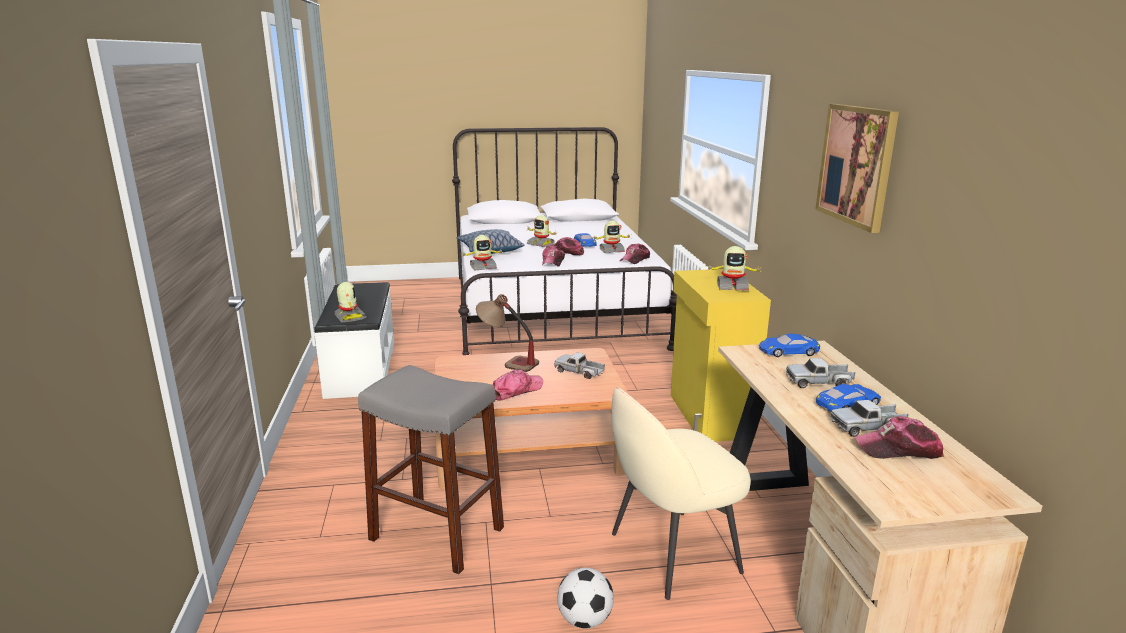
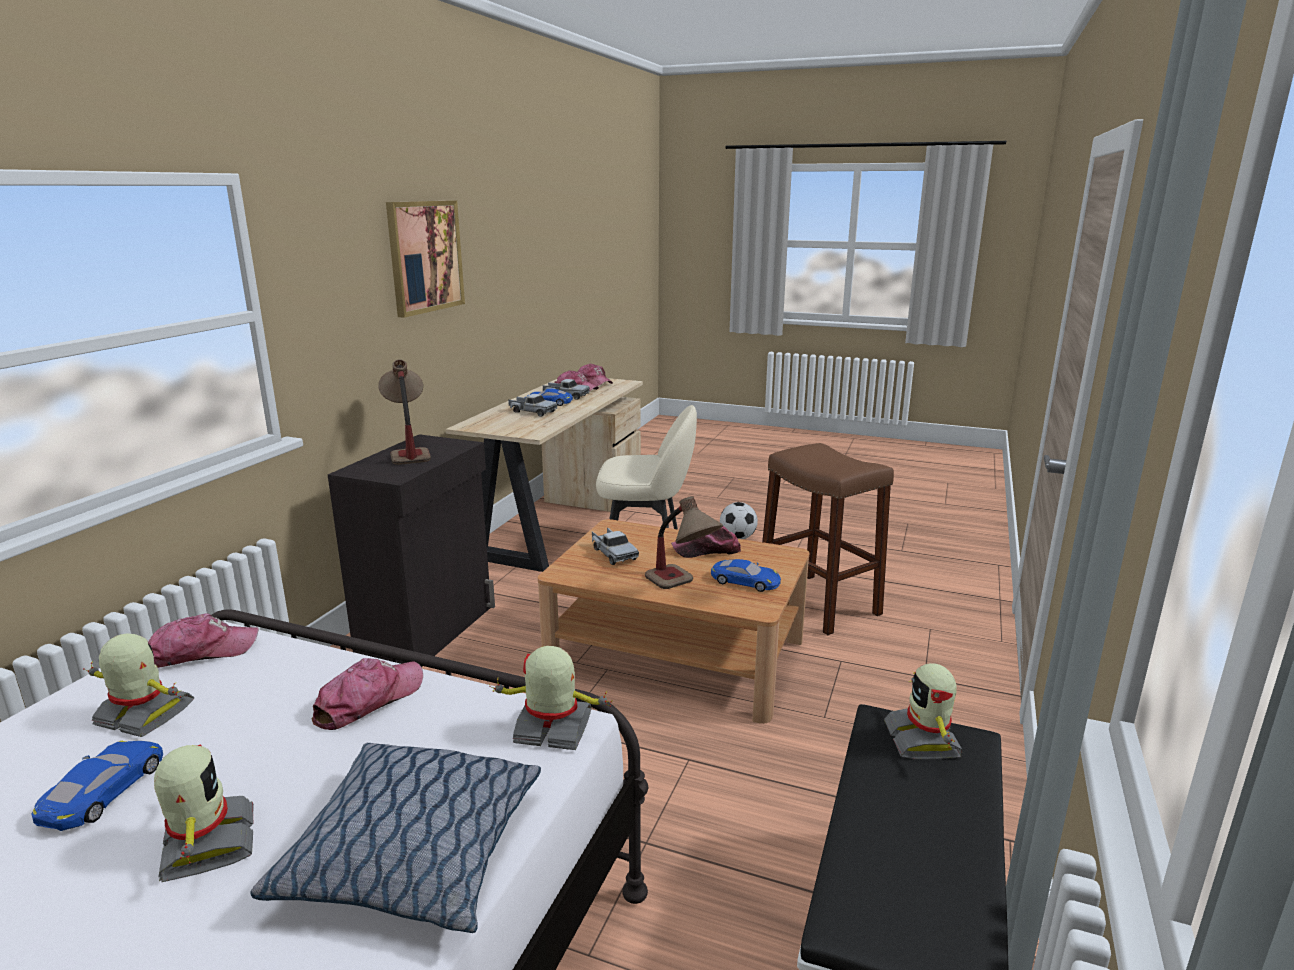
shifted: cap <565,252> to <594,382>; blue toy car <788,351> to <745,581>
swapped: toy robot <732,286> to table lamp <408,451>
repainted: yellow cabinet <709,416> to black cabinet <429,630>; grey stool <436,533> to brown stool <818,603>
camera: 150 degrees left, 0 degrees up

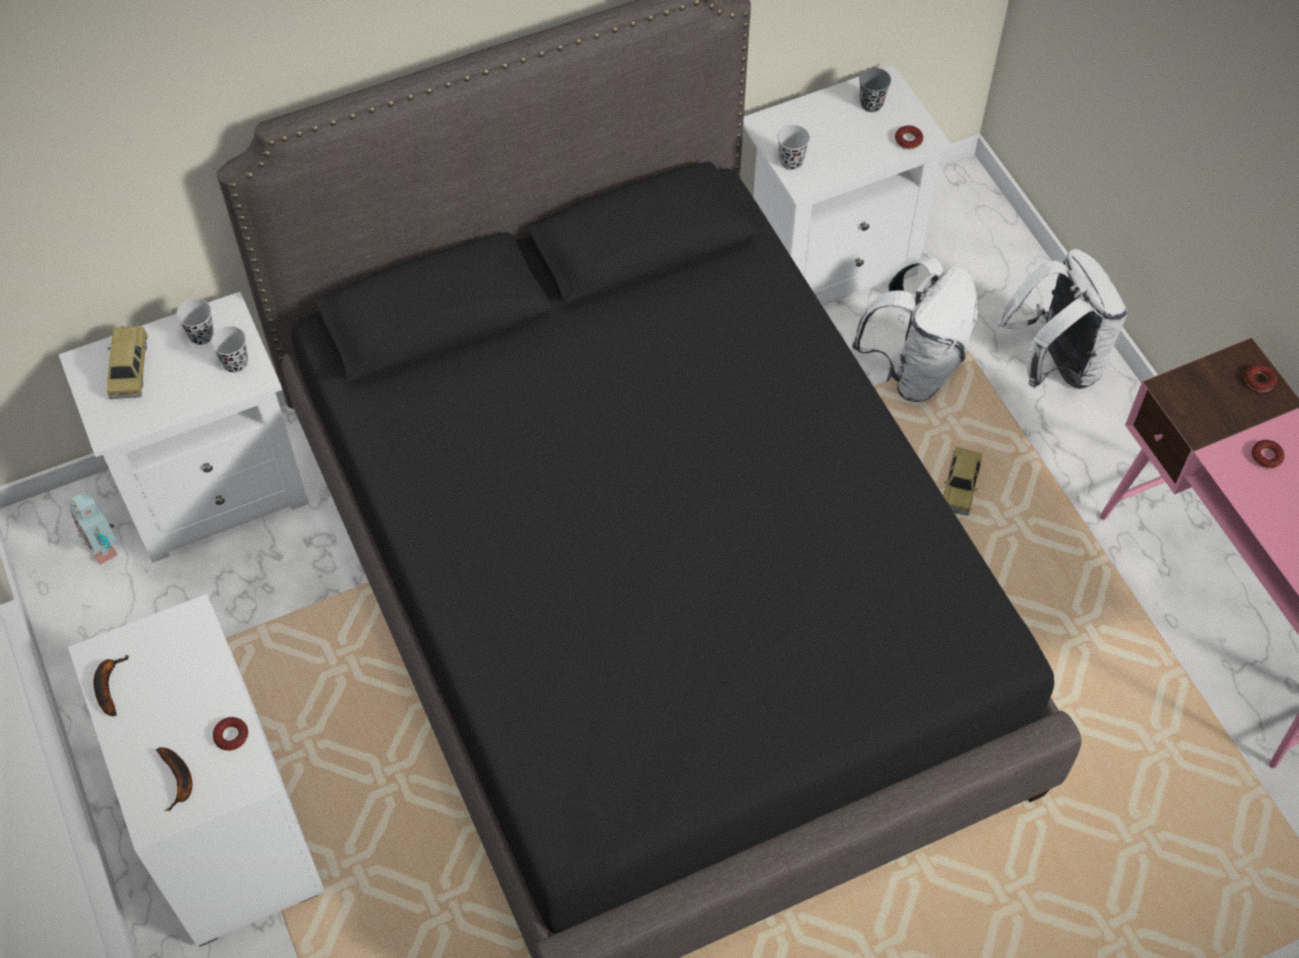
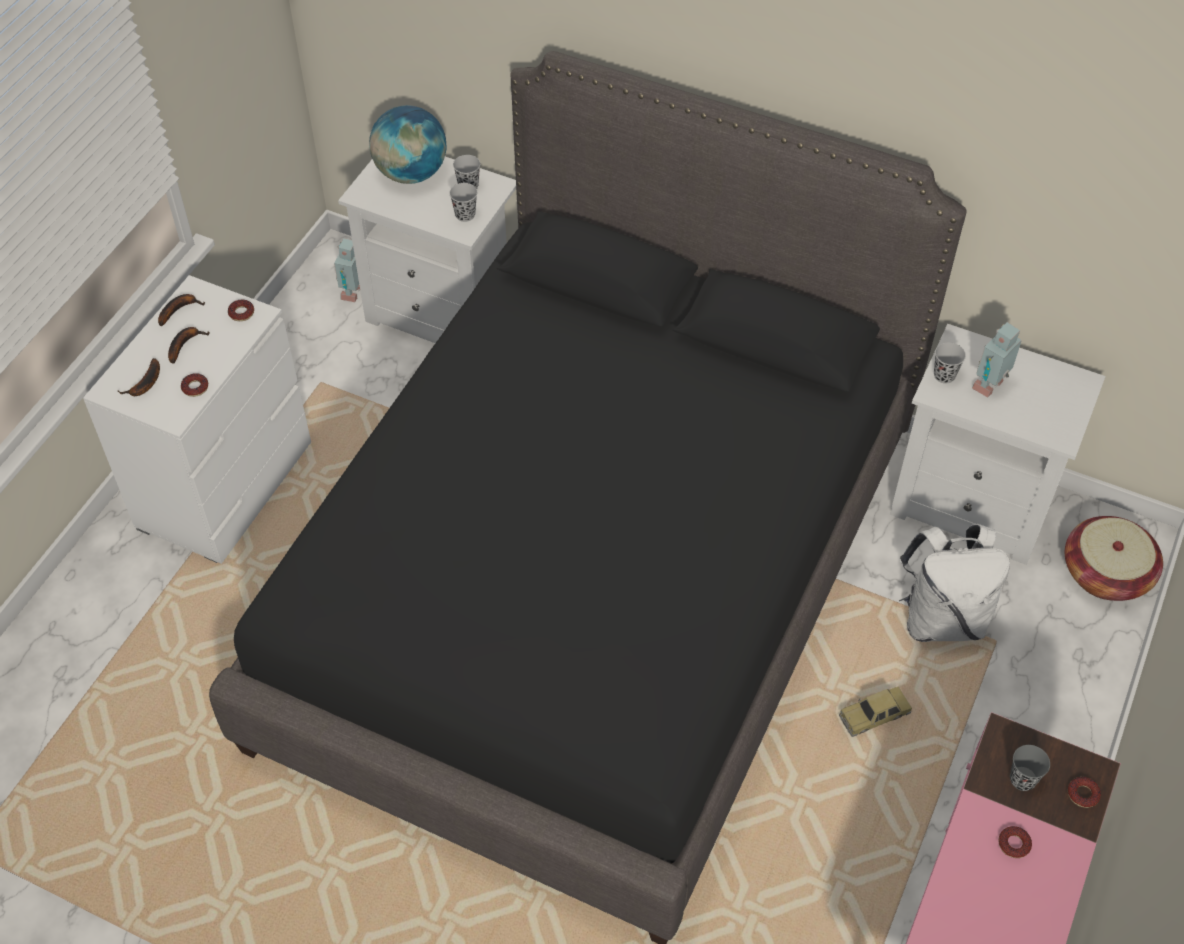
gone: white backpack <1055,363>
new: toy robot <990,386>; banana <184,344>; basket <1105,573>
shifted: grey cup <871,104> to <1022,779>; donut <908,140> to <241,313>
swapped: toy car <129,369> to globe <411,173>
camera: 50 degrees right, 5 degrees down

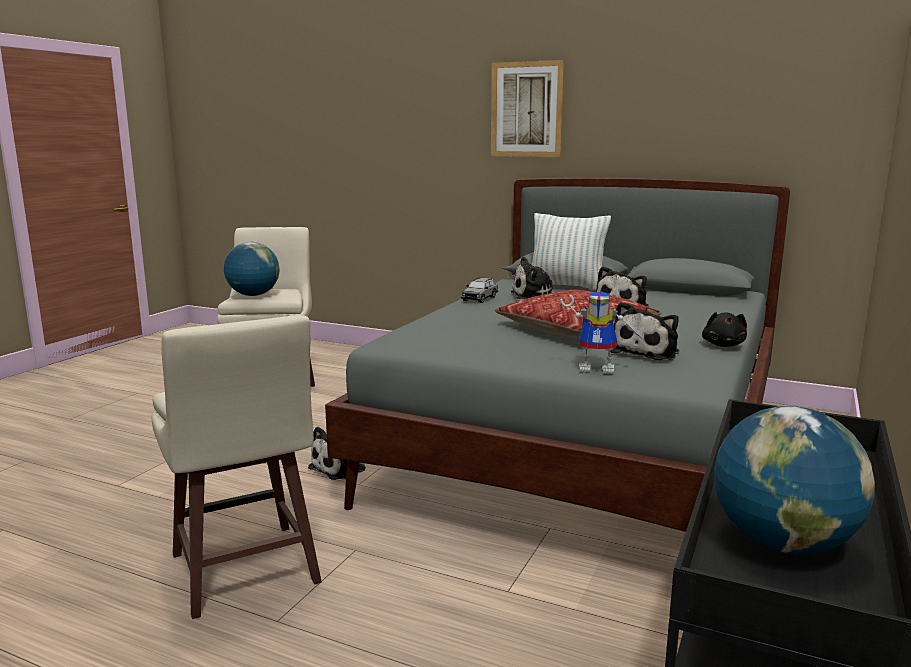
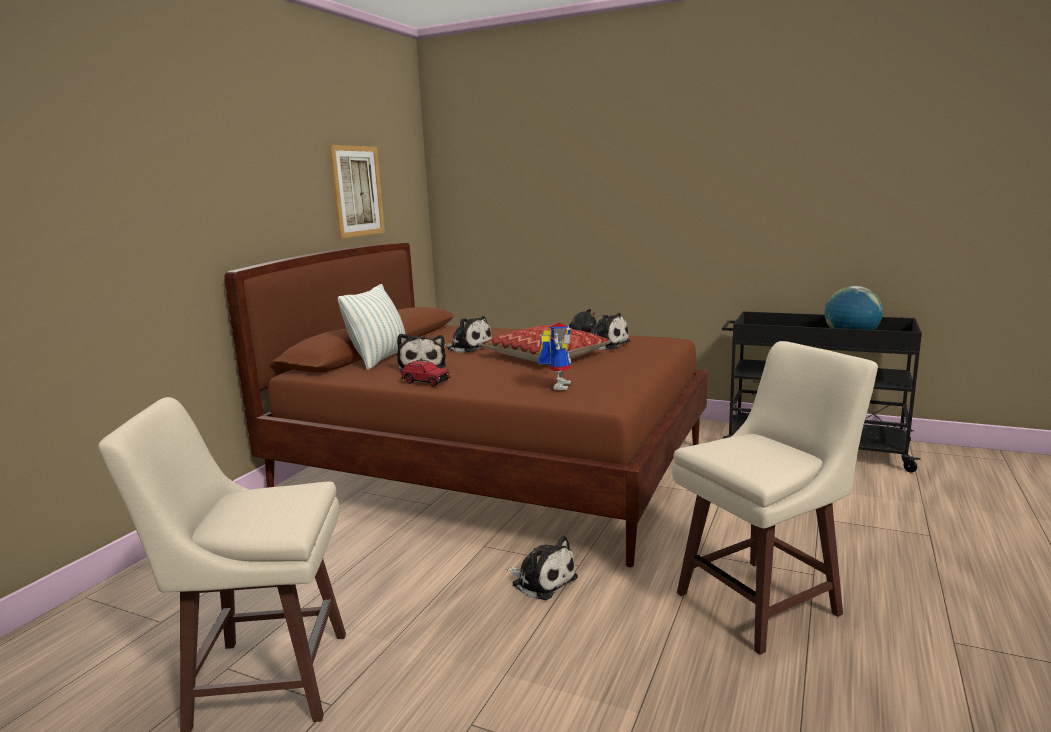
gone: globe <253,295>
shifted: picture <526,109> to <357,191>; toy robot <599,368> to <557,385>
repainted: grey bed <586,447> to brown bed <495,468>; grey toy car <479,299> to red toy car <425,382>
camera: 90 degrees left, 0 degrees up

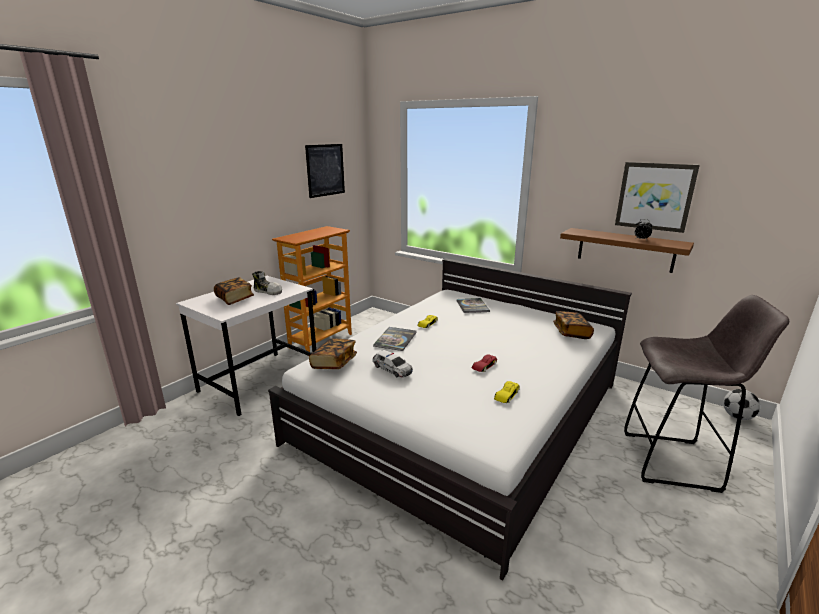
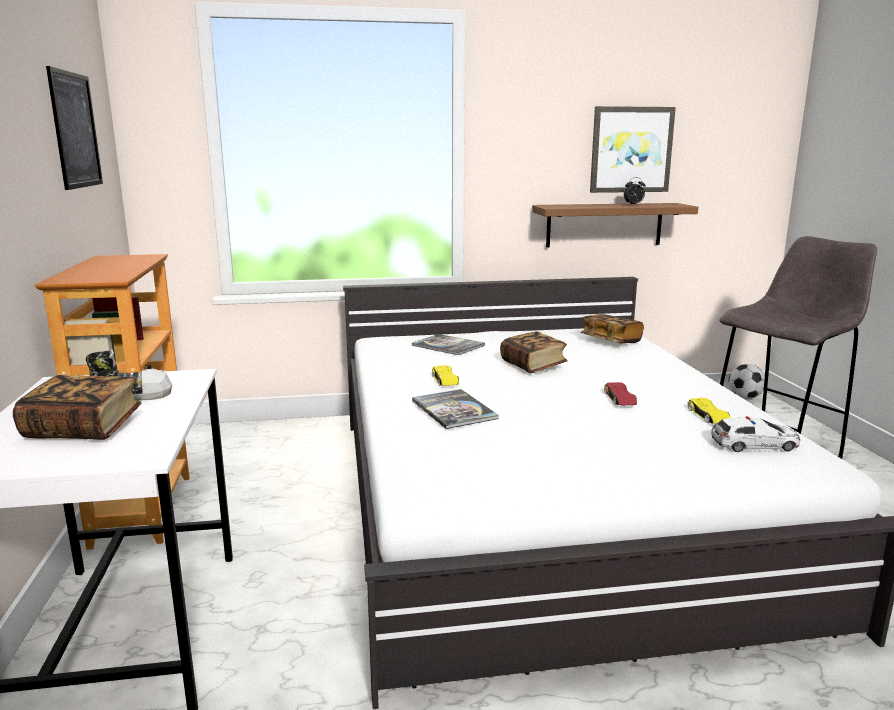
shifted: book <334,363> to <533,365>; toy car <392,369> to <754,444>
camera: 45 degrees left, 5 degrees down

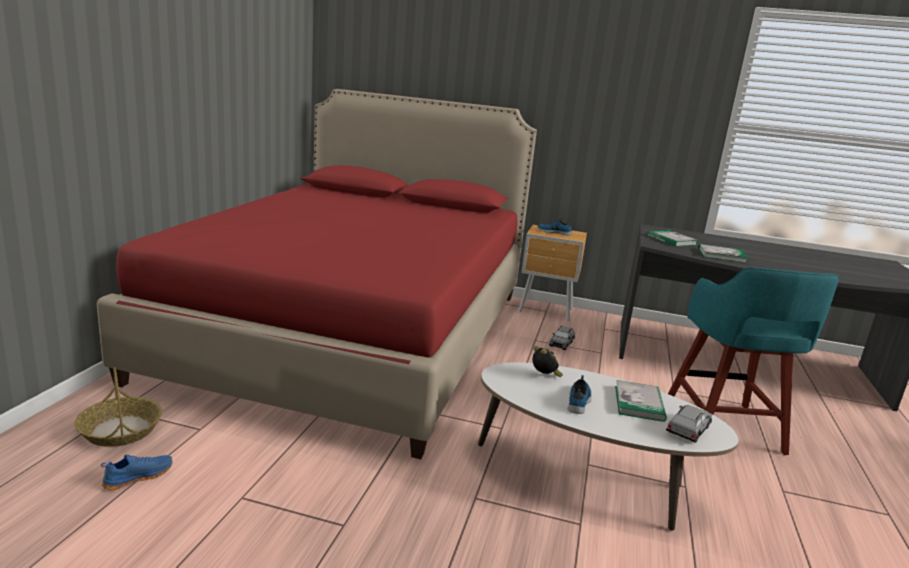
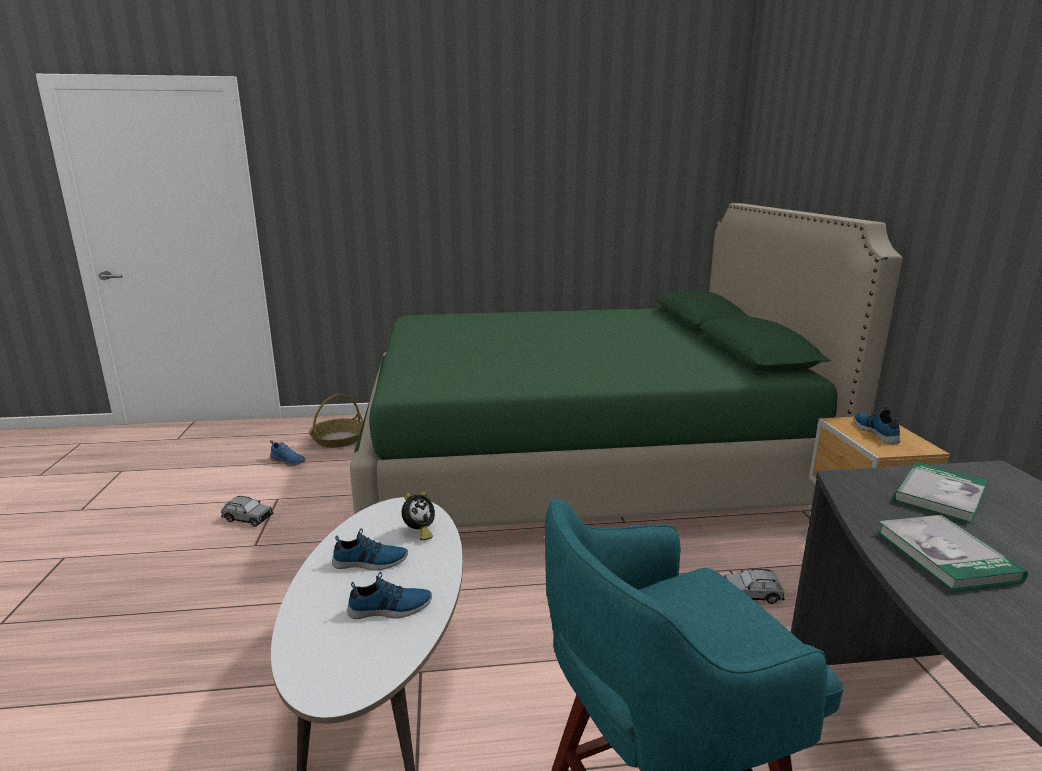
shifted: grey toy car <688,430> to <248,518>
swapped: book <639,403> to shoe <390,609>
repainted: red bed <354,332> to green bed <579,462>
camera: 70 degrees right, 0 degrees up

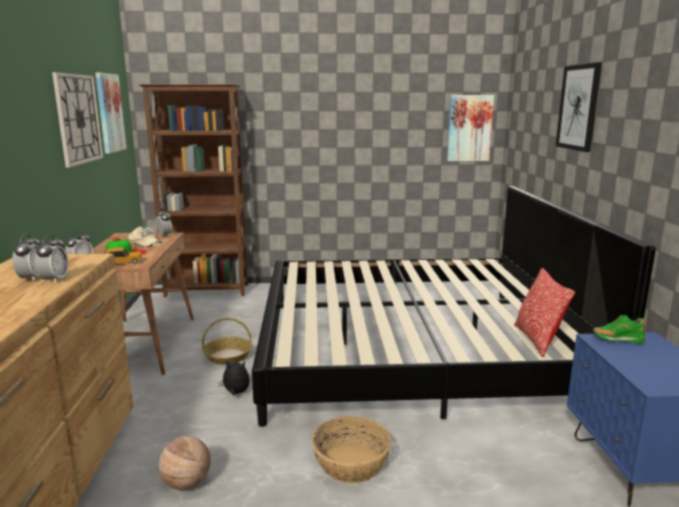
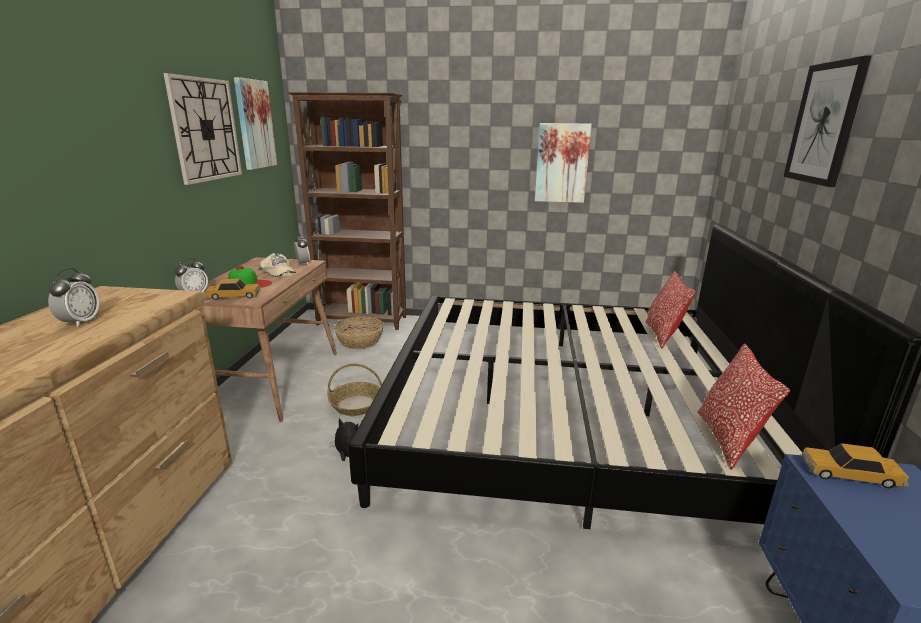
gone: alarm clock <54,280>; basketball <187,483>
new: pillow <662,335>
shifted: picture <469,128> to <562,163>; basket <352,463> to <360,341>
swapped: green shoe <617,340> to toy car <850,474>
camera: 10 degrees right, 5 degrees up

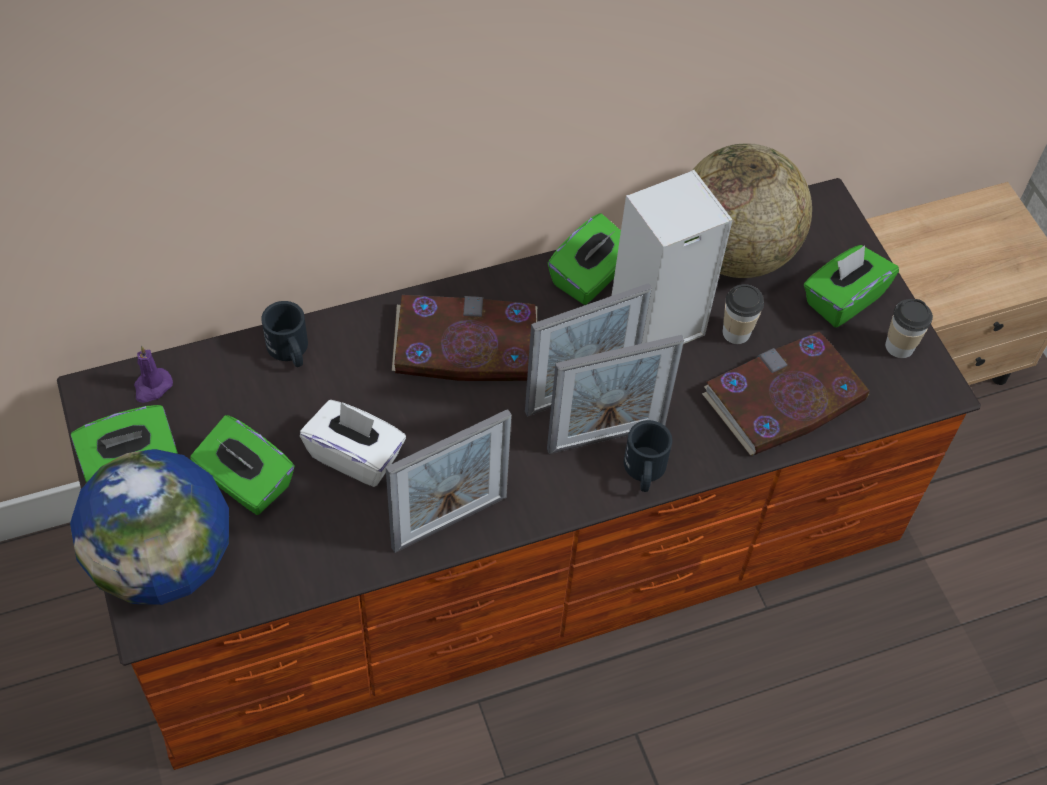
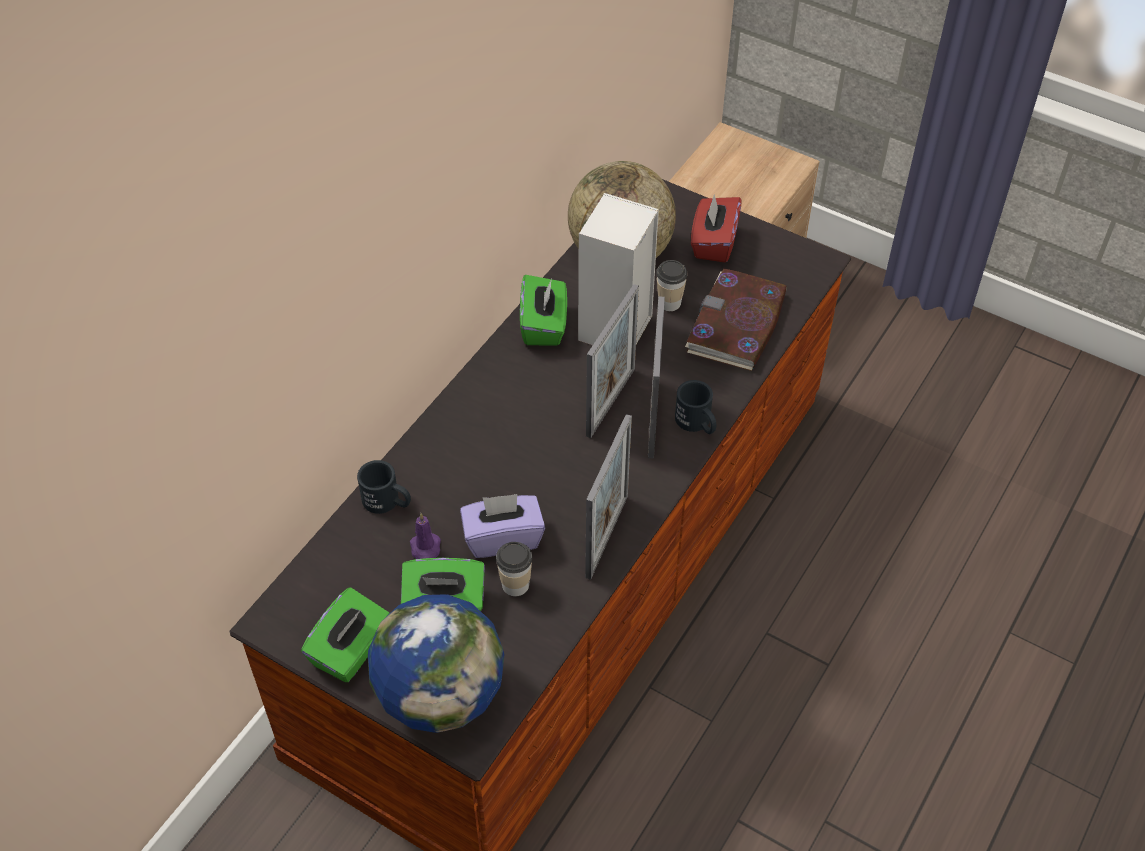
gone: book <465,344>
shifted: cup <899,346> to <515,585>; purple candle <152,387> to <425,549>
repainted: green tissue box <842,299> to red tissue box <713,243>; white tissue box <356,456> to purple tissue box <503,538>
rotated: picture frame <606,437> = <653,418> 150 degrees clockwise
camera: 35 degrees left, 5 degrees down

